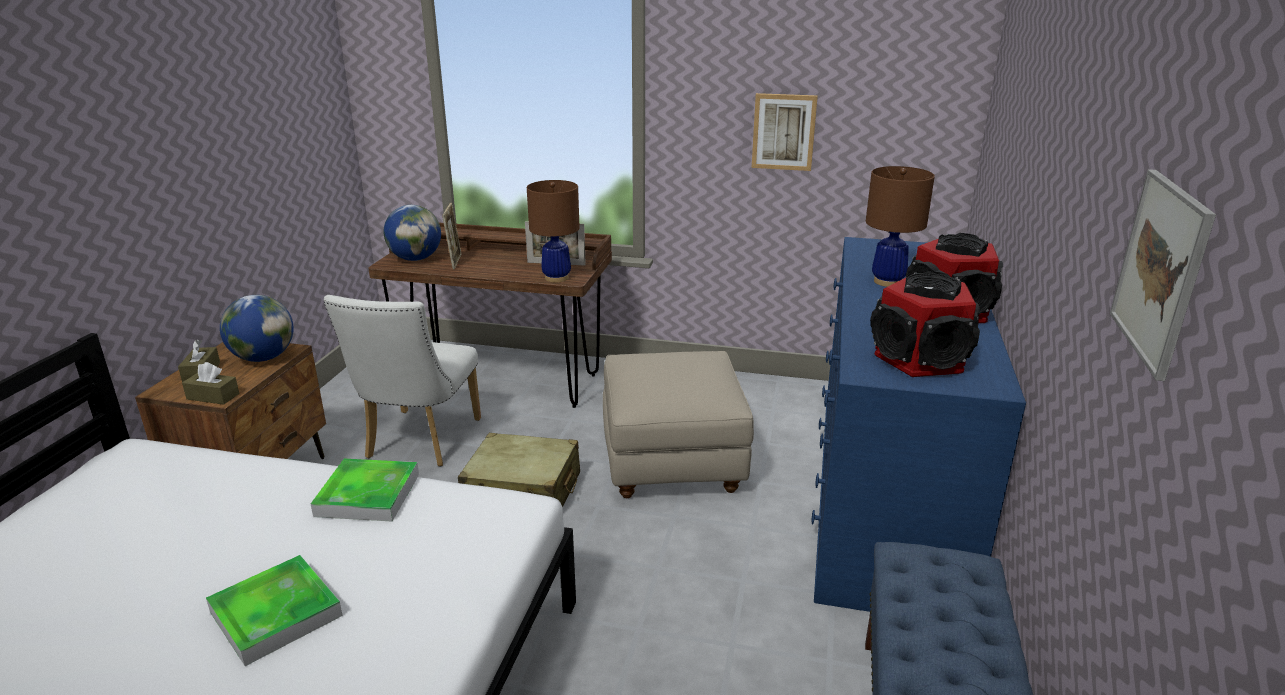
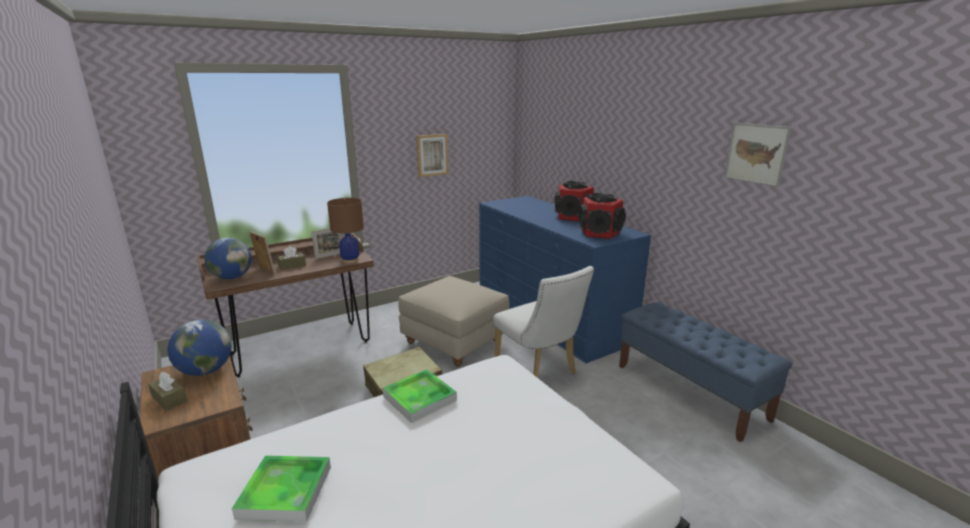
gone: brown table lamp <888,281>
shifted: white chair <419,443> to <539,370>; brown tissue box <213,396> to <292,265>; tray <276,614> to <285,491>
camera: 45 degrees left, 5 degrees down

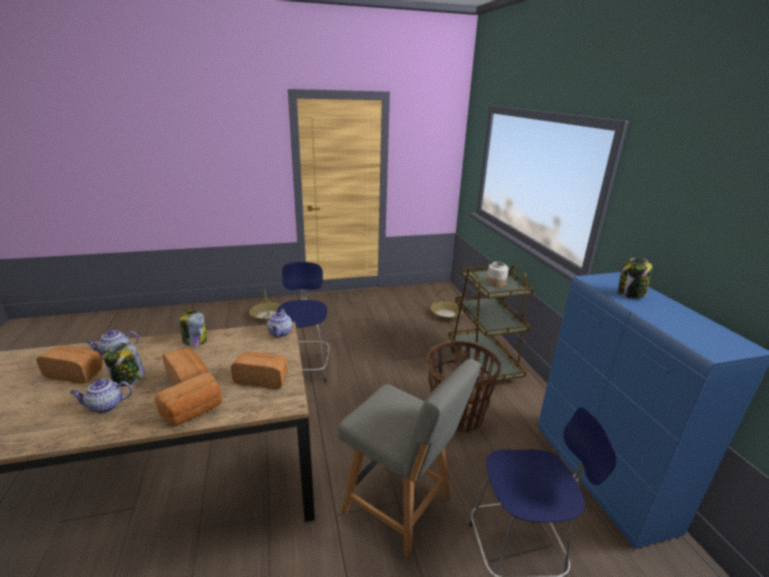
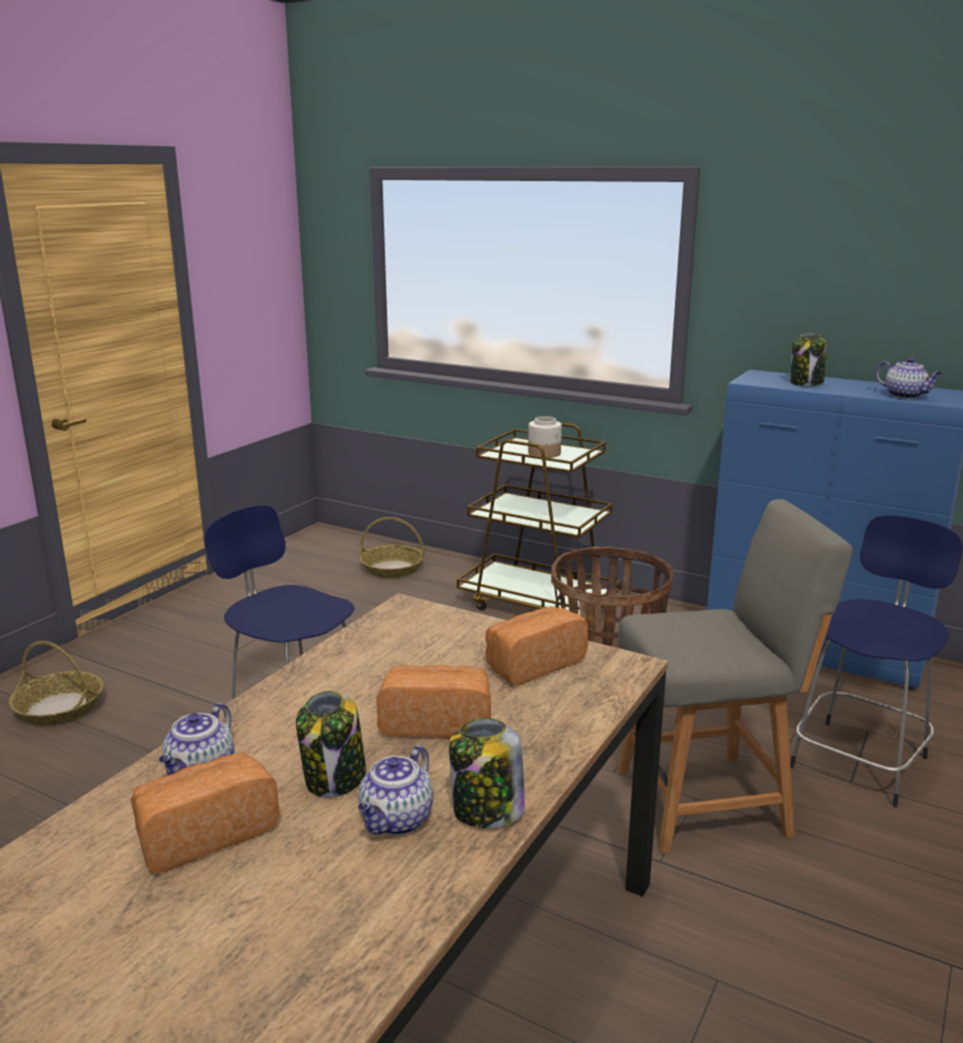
gone: bread <194,411>
shifted: jar <195,341> to <486,811>; teapot <280,333> to <905,396>
camera: 45 degrees left, 5 degrees down

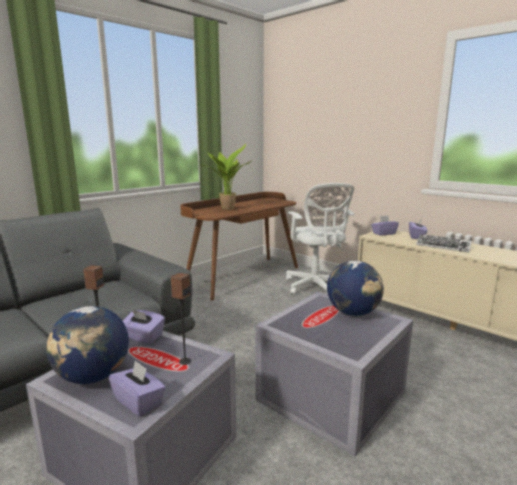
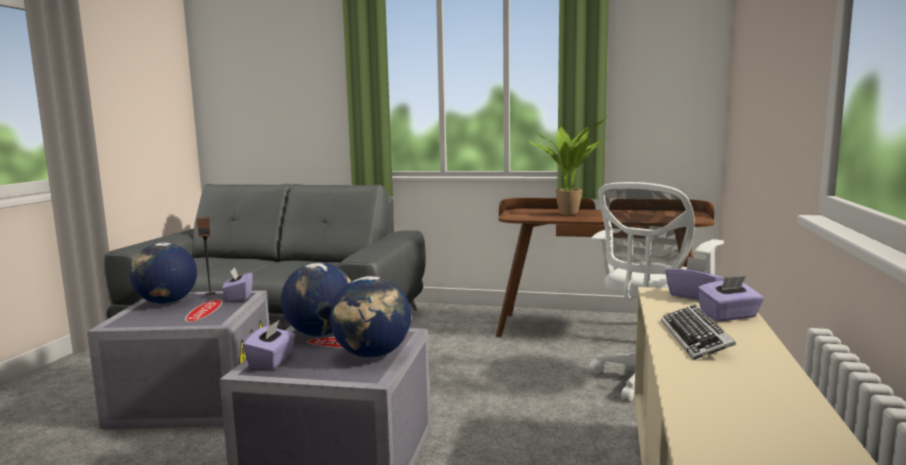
gone: speaker <184,361>
new: globe <321,333>
shifted: purple tissue box <139,401> to <271,361>
camera: 60 degrees right, 5 degrees down

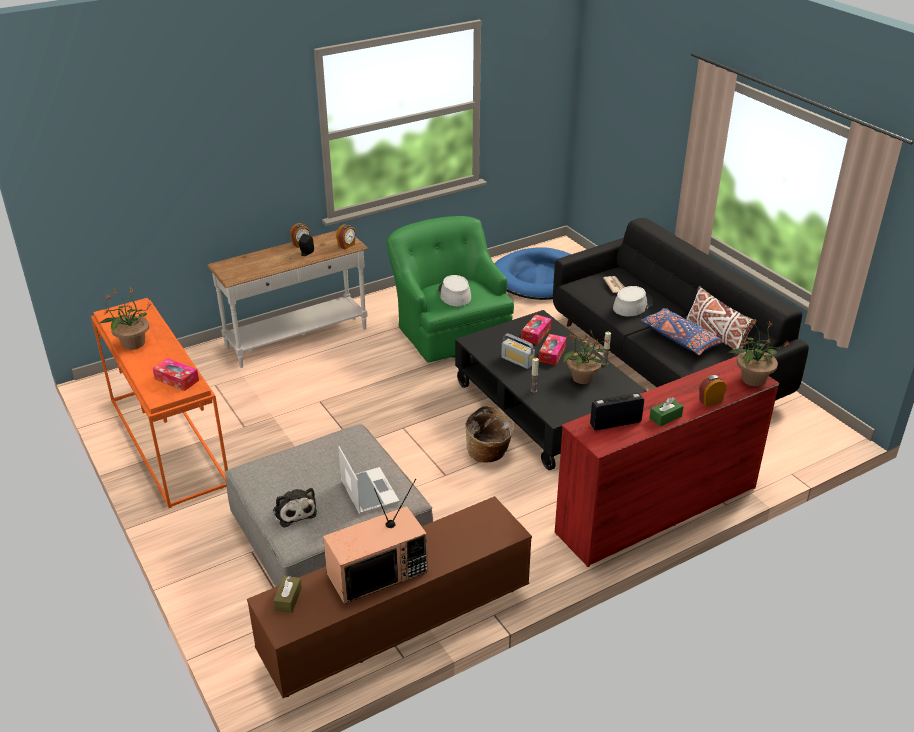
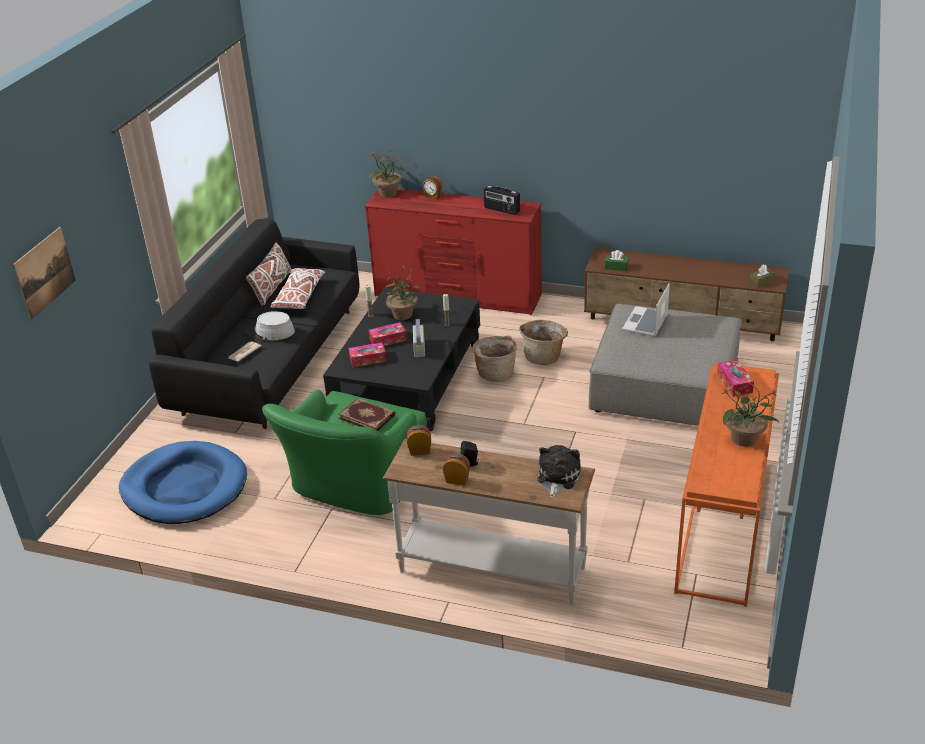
gone: television <377,571>
new: picture <45,272>; basket <543,357>
shifted: green tissue box <665,417> to <616,267>; plush toy <294,511> to <557,477>
swapped: grey hat <454,294> to book <367,416>
repainted: blue pillow <680,339> to white pillow <299,296>
camera: 130 degrees left, 0 degrees up

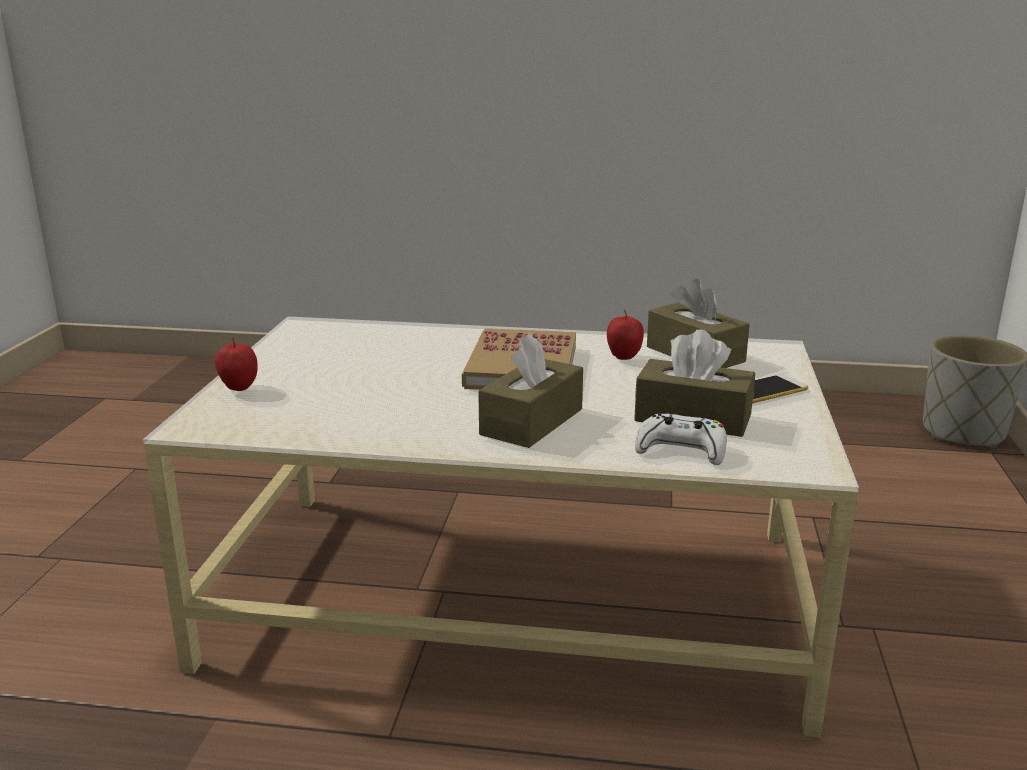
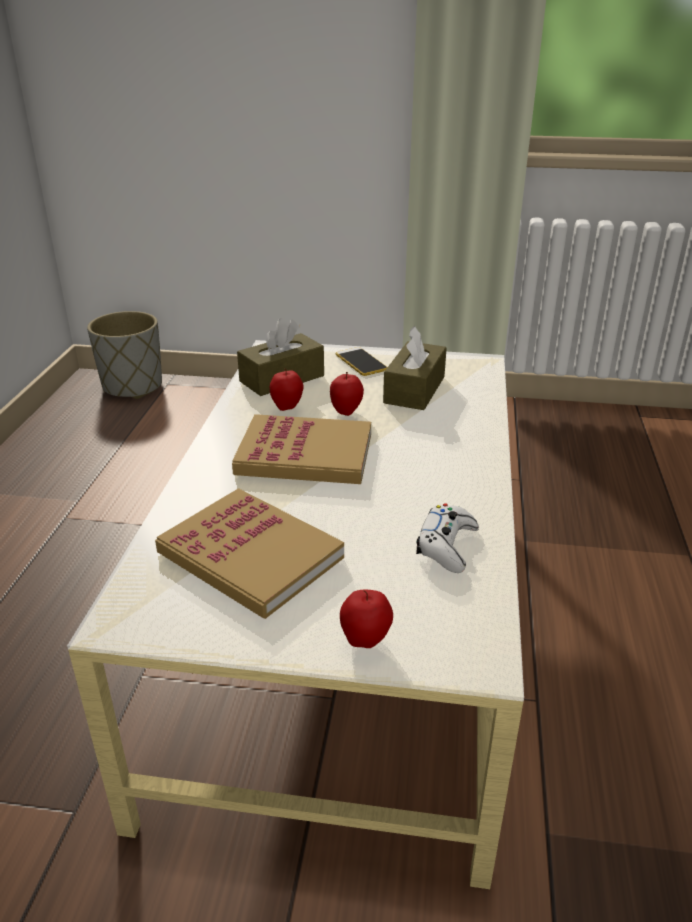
gone: brown tissue box <532,422>
new: apple <346,411>; book <250,555>
shifted: white game controller <681,450> to <446,545>
camera: 90 degrees left, 10 degrees up

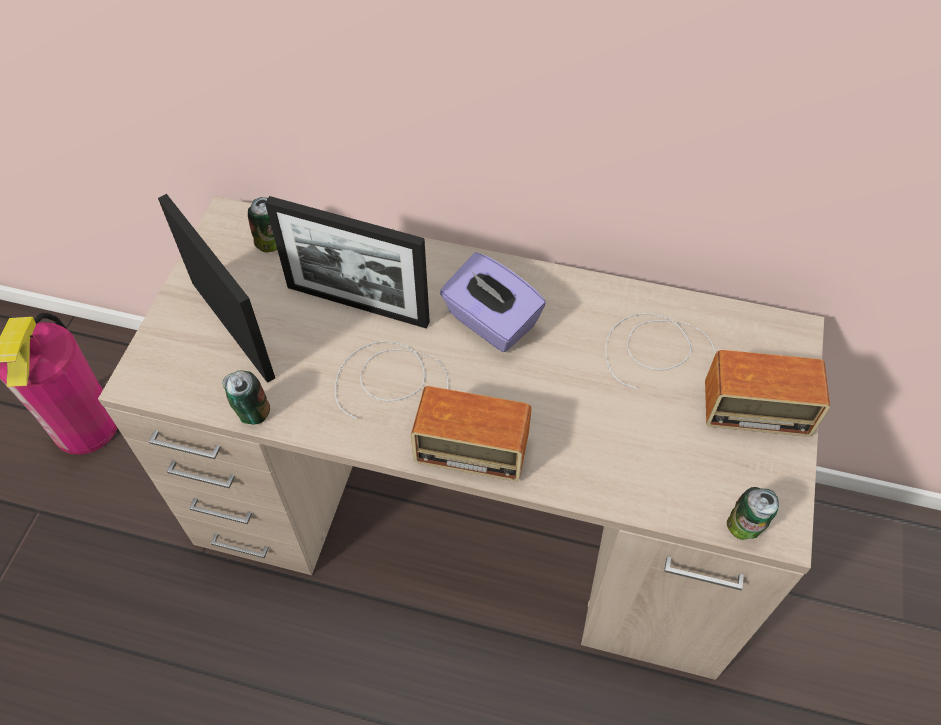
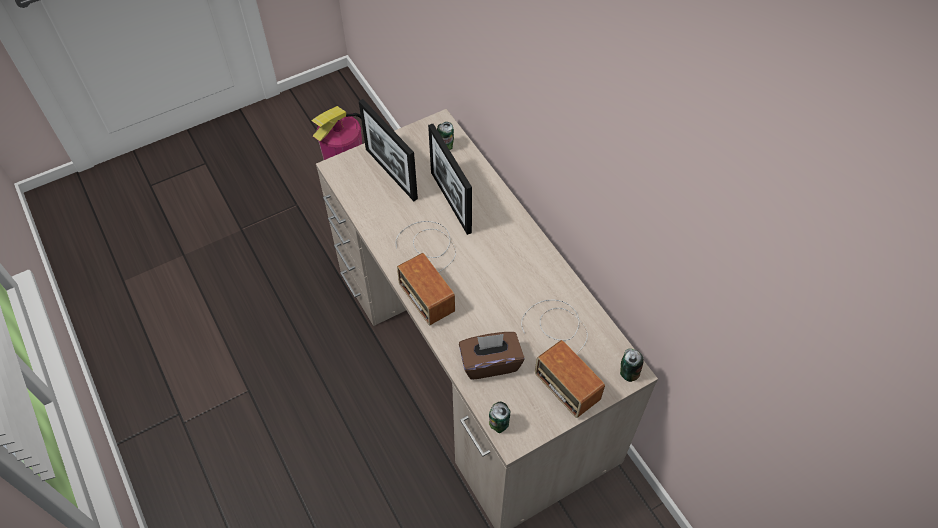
gone: purple tissue box <490,322>
new: brown tissue box <490,363>
shifted: can <252,413> to <628,373>
rotated: picture frame <232,329> = <391,173> 135 degrees clockwise
camera: 45 degrees right, 0 degrees up

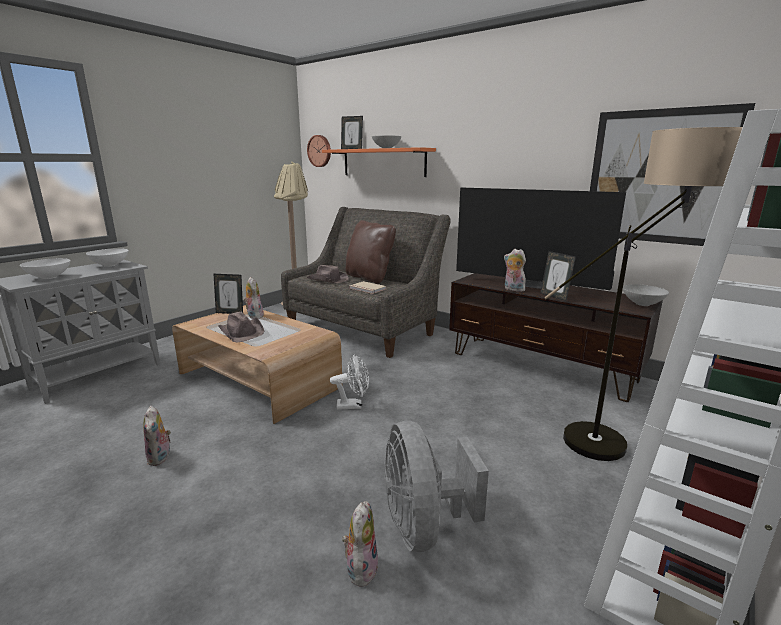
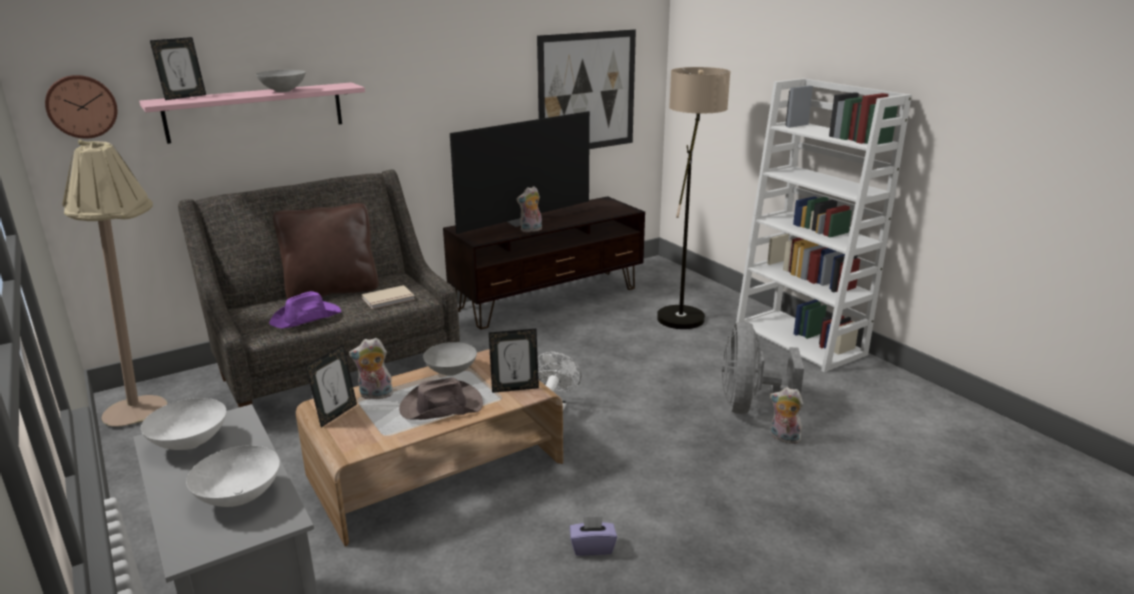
shifted: picture frame <554,296> to <515,388>; grey bowl <642,304> to <450,371>
swapped: plush toy <161,457> to purple tissue box <592,547>
repainted: orange shelf <383,162> to pink shelf <255,112>; brown hat <328,280> to purple hat <306,318>
rotated: grey fan <424,526> = <749,406> 90 degrees clockwise
camera: 70 degrees left, 5 degrees up

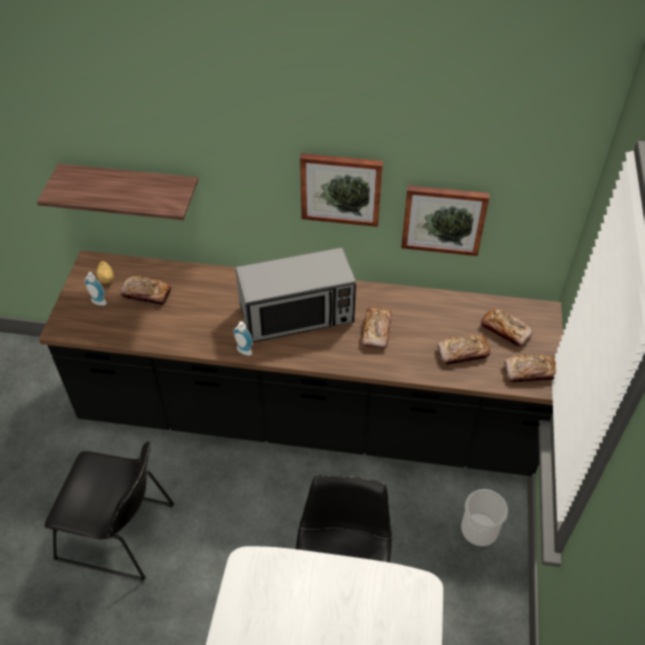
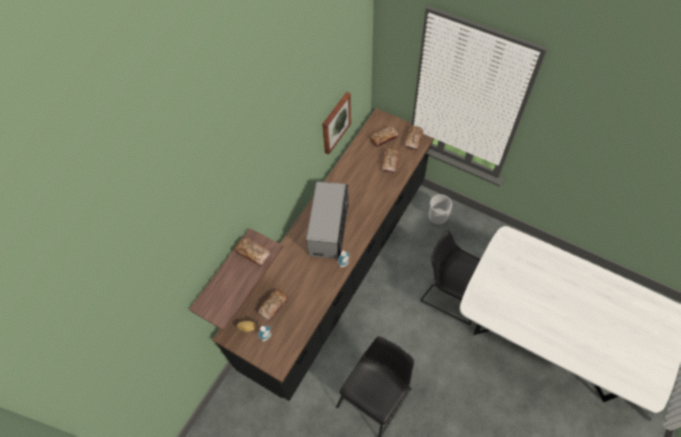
gone: picture <341,188>
shifted: bread <376,331> to <253,253>
camera: 65 degrees left, 10 degrees up

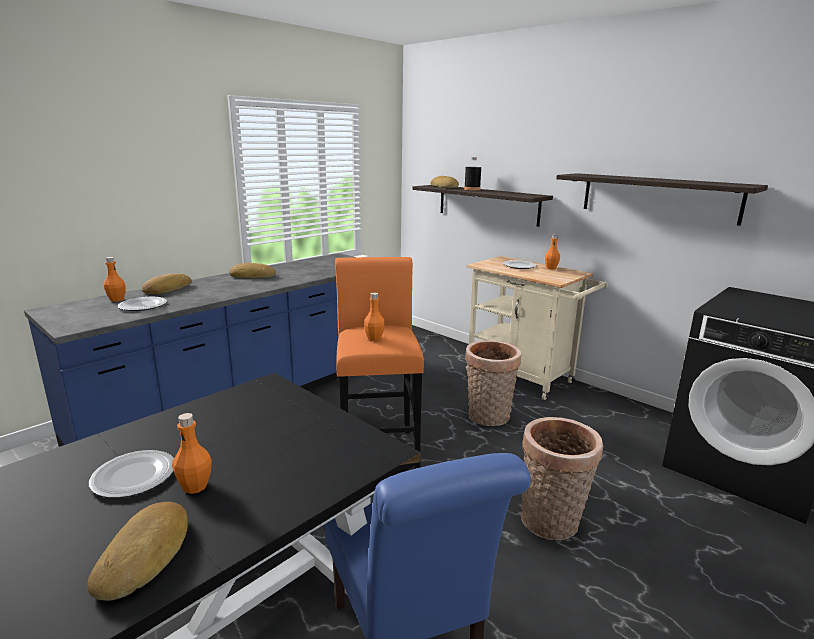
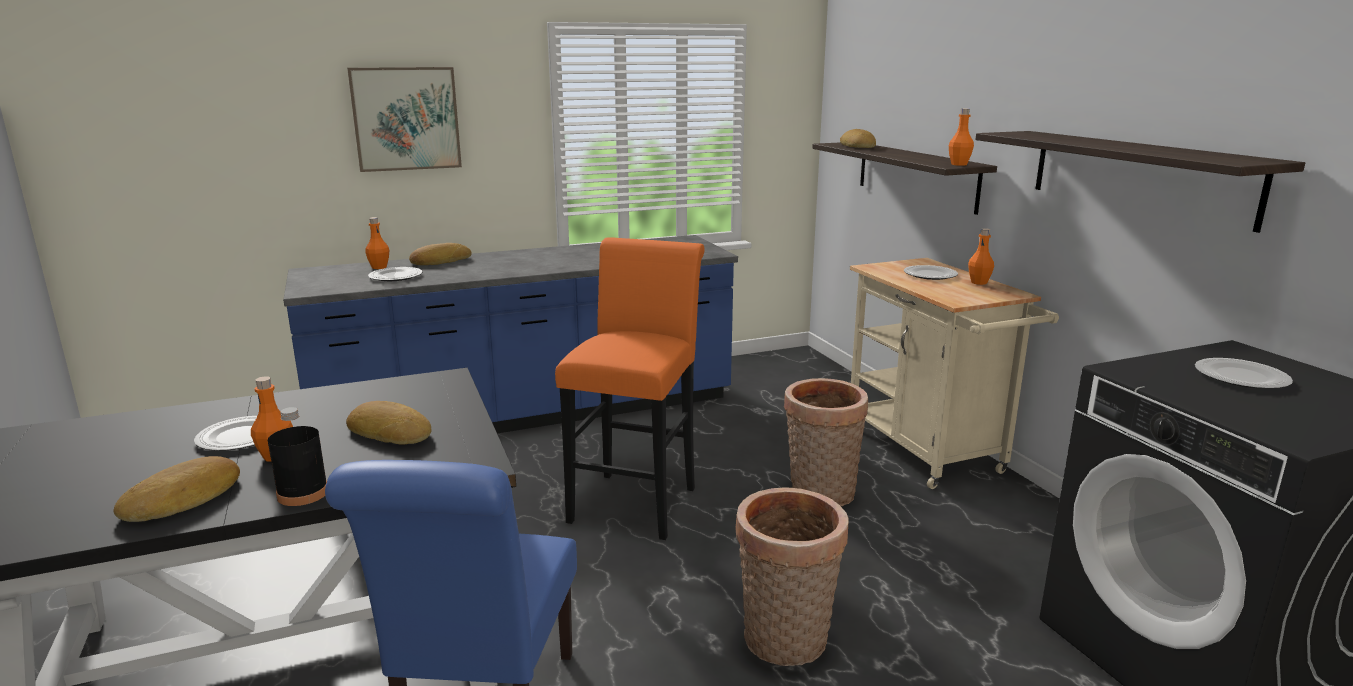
new: picture <406,119>; plate <1241,377>
shifted: black bottle <472,189> to <303,493>; bread <252,276> to <391,431>; orange bottle <374,338> to <959,164>
camera: 25 degrees right, 0 degrees up

